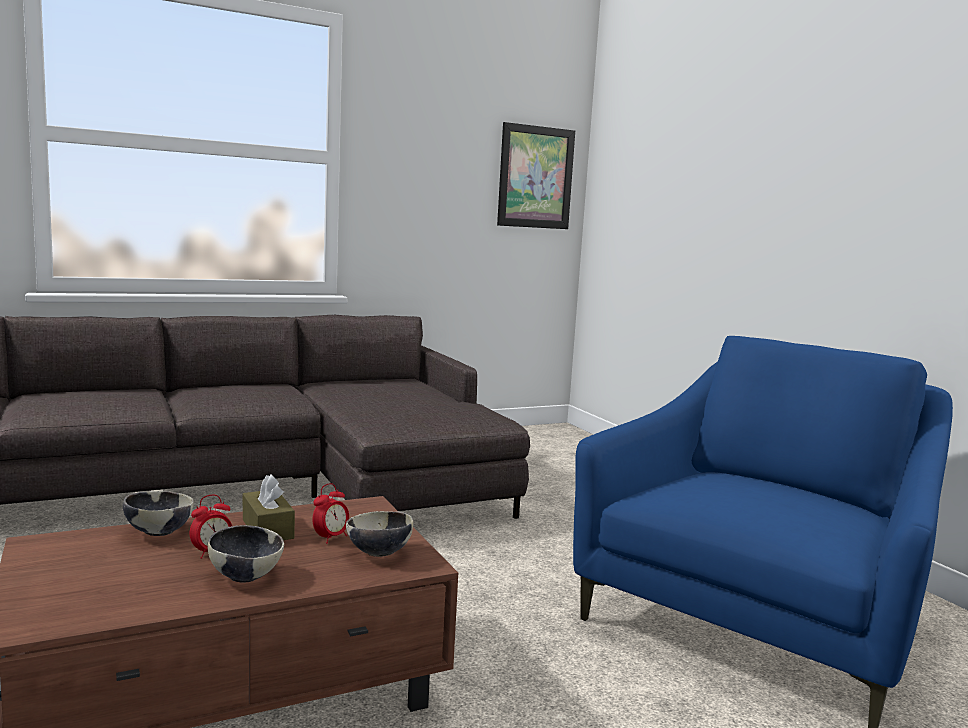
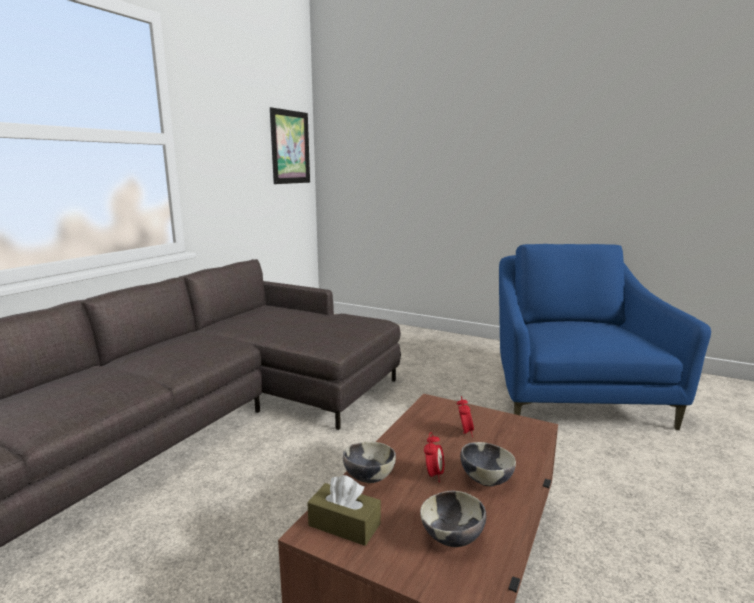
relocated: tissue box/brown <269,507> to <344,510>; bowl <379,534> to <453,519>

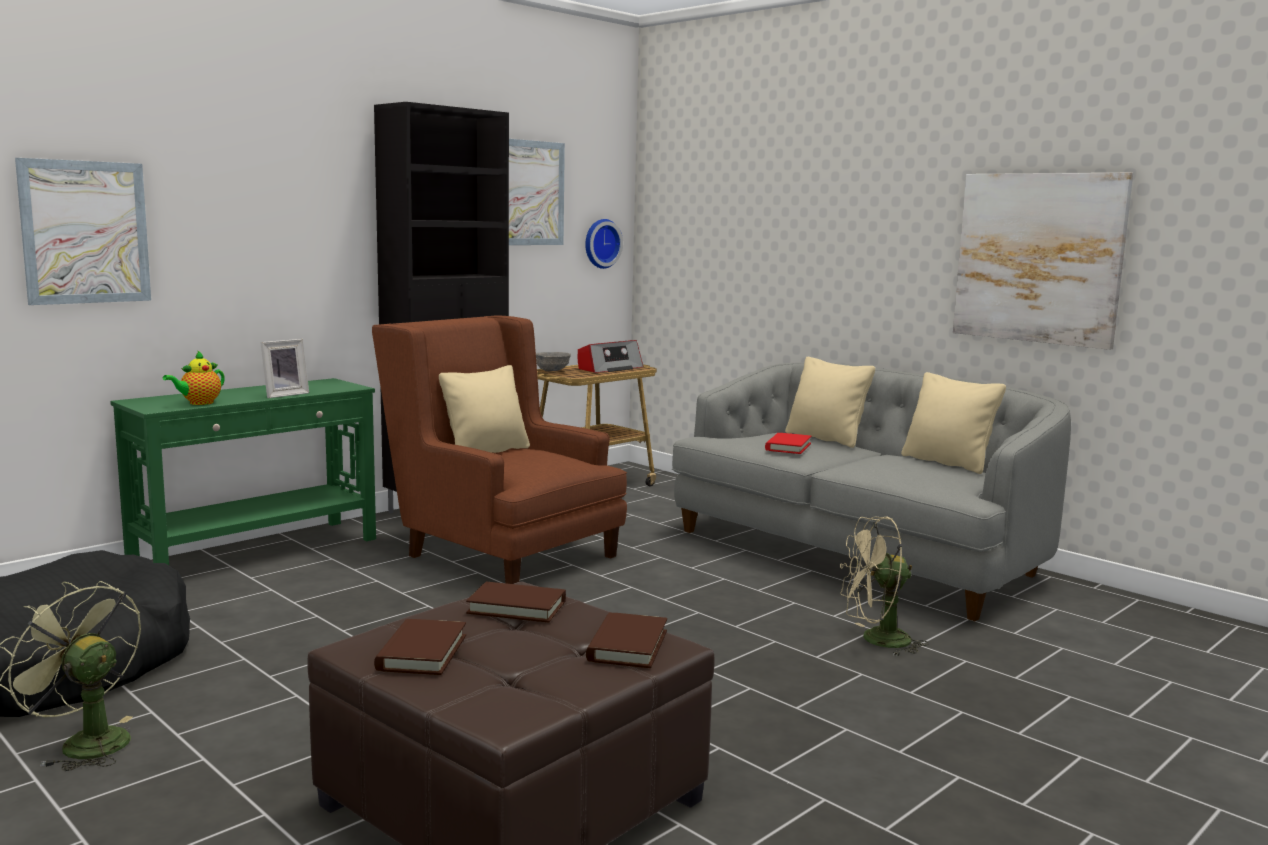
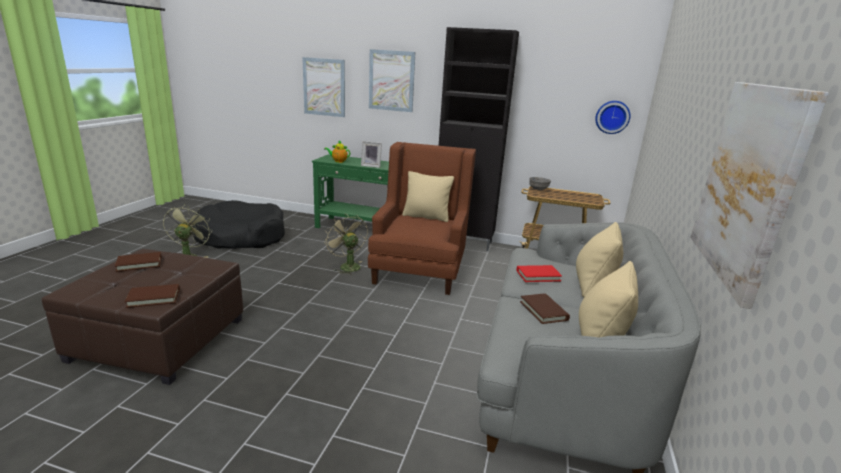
missing: radio <610,356>
relocated: picture <537,192> to <392,80>; fan/beige <884,587> to <346,244>; book/brown <516,602> to <545,308>

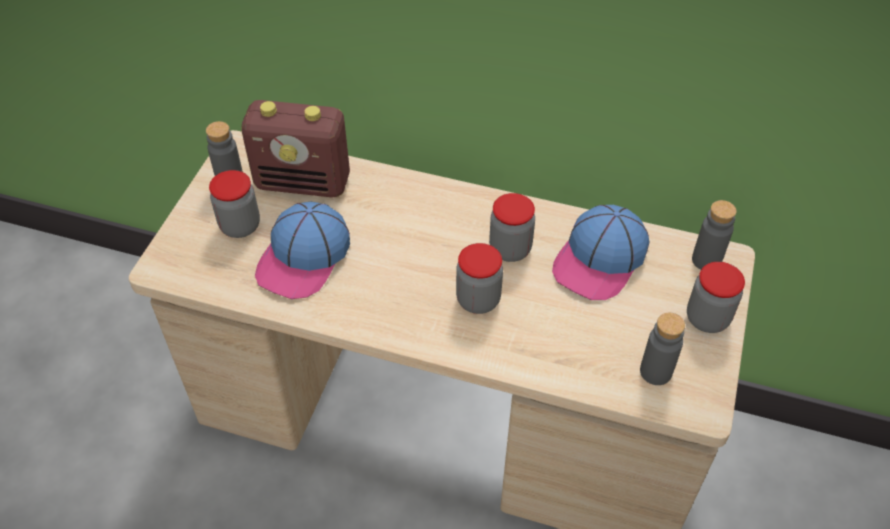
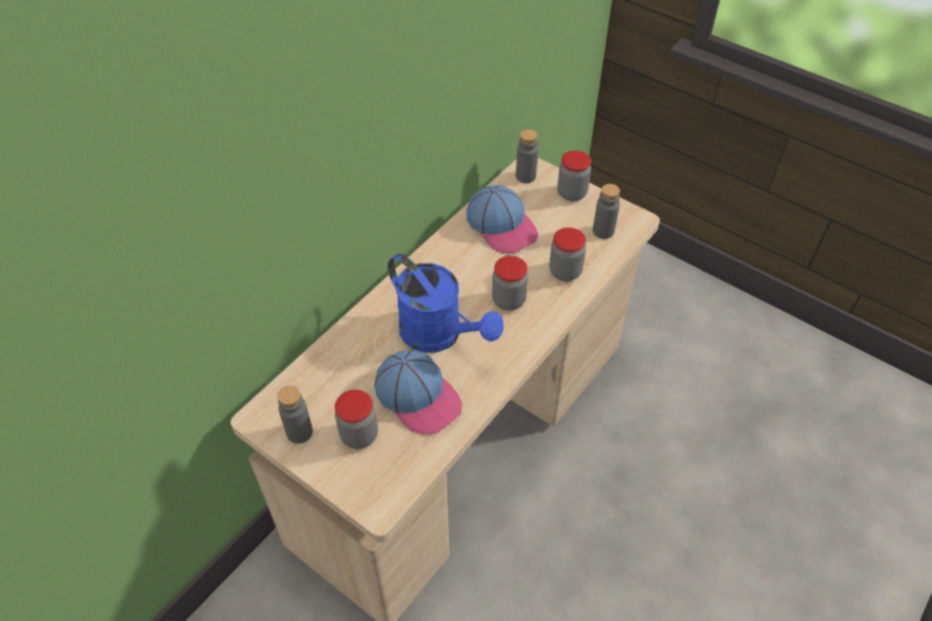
missing: radio <295,148>
appeared: watering can/blue <446,303>
relocated: jar <512,227> to <567,254>

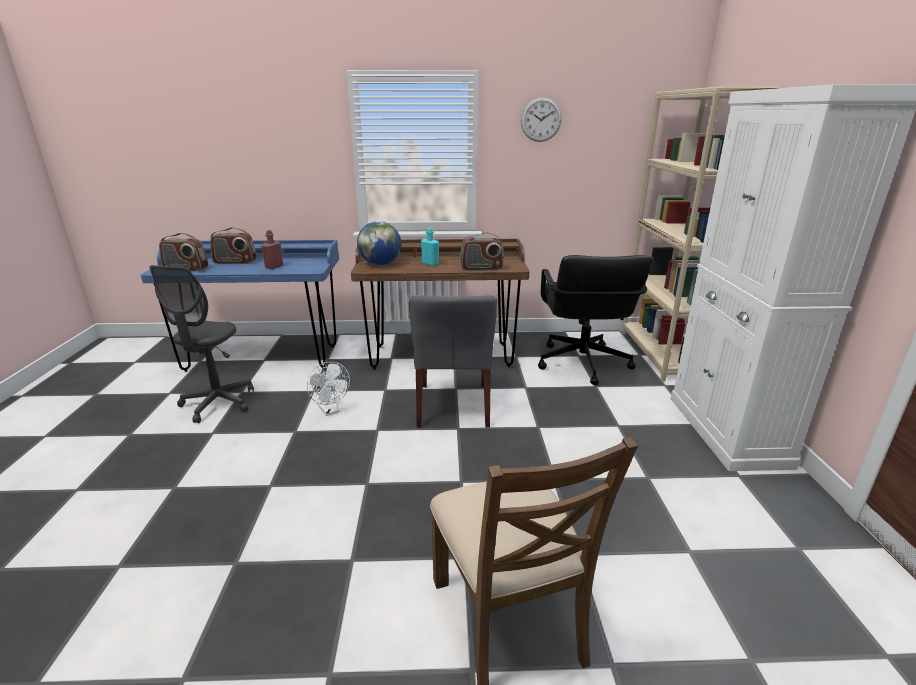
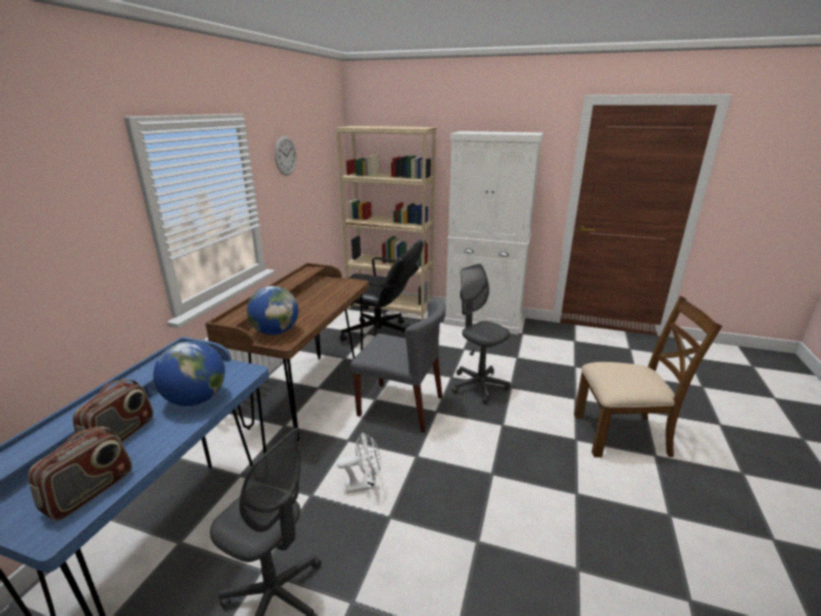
missing: bottle/turquoise <430,247>; radio <482,251>
appeared: office chair/grey <481,334>
exchanged: bottle/red <272,249> to globe <189,373>

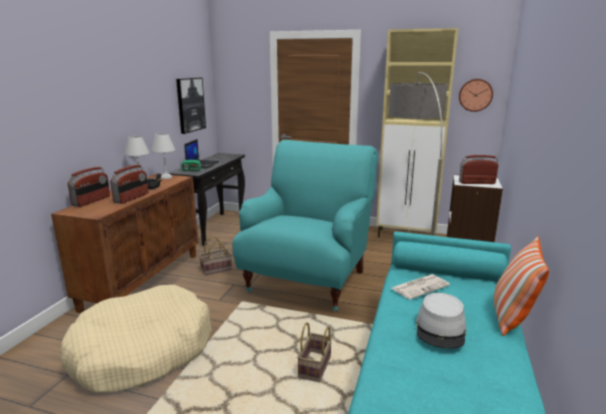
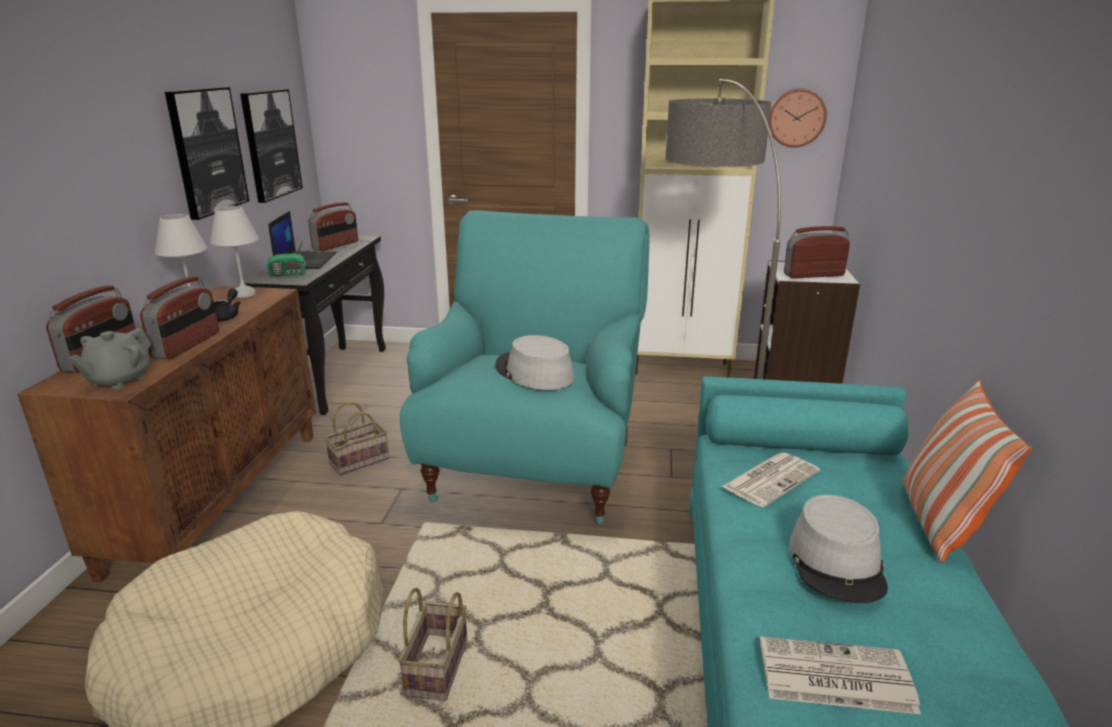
appeared: picture <207,153>; radio <333,226>; teapot/grey <110,358>; hat/grey <534,362>; newspaper <840,675>
relocated: basket <314,352> to <432,644>

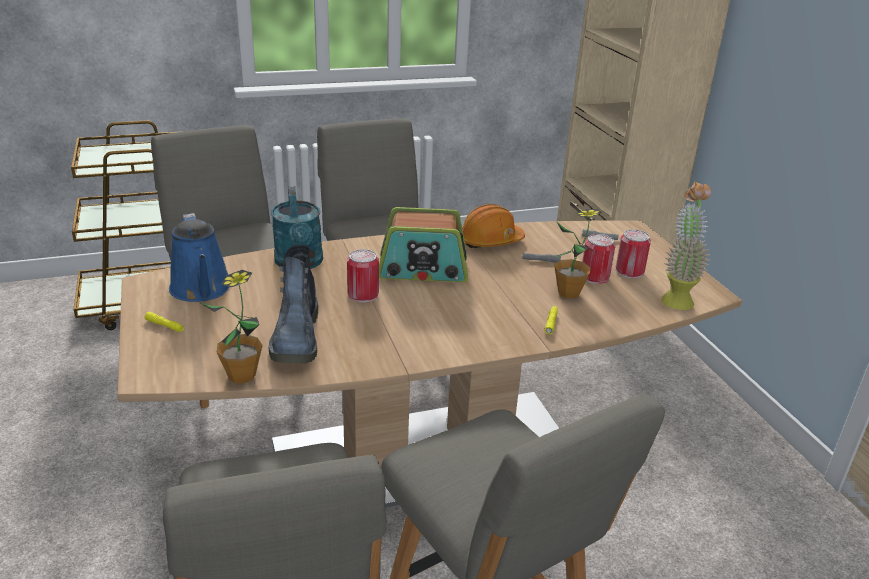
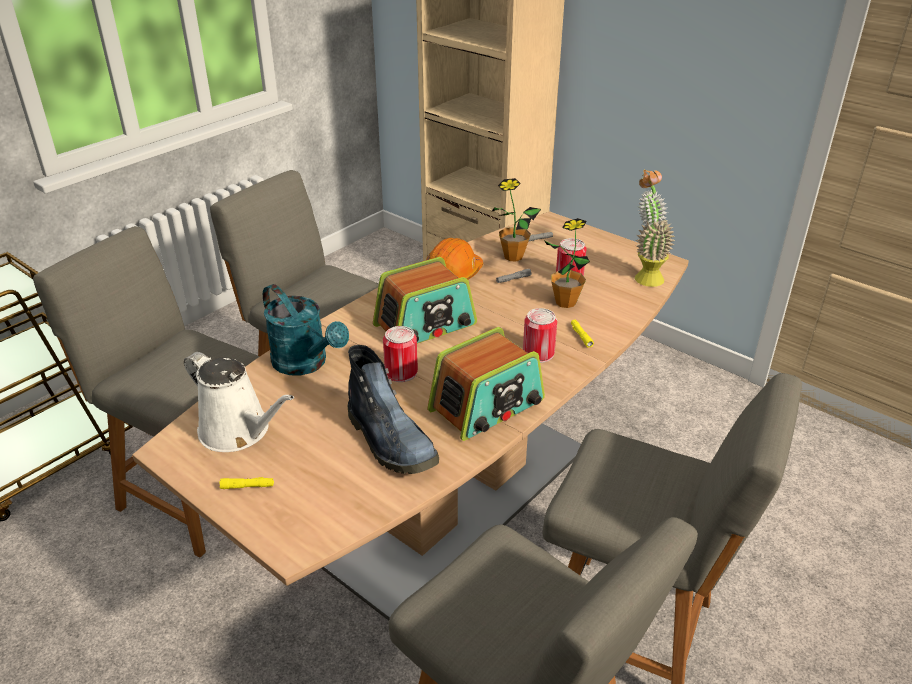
appeared: radio <486,384>
relocated: can <633,253> to <540,335>; potted plant <232,326> to <516,220>
colour: watering can/blue <199,257> to watering can/white <239,402>

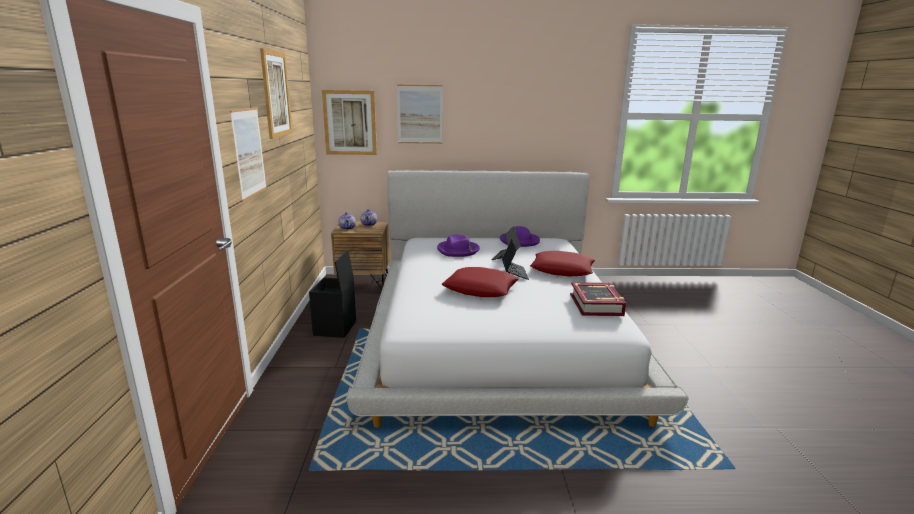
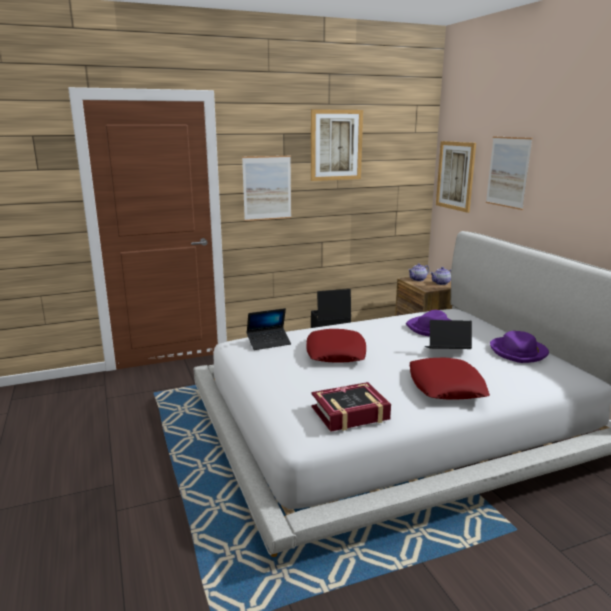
relocated: laptop <515,259> to <269,329>

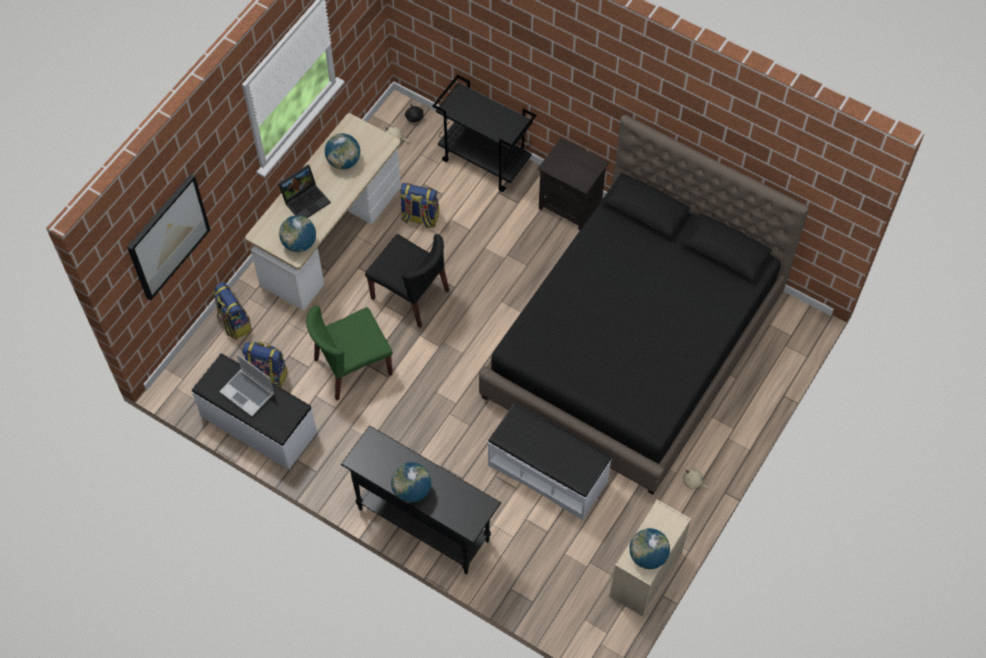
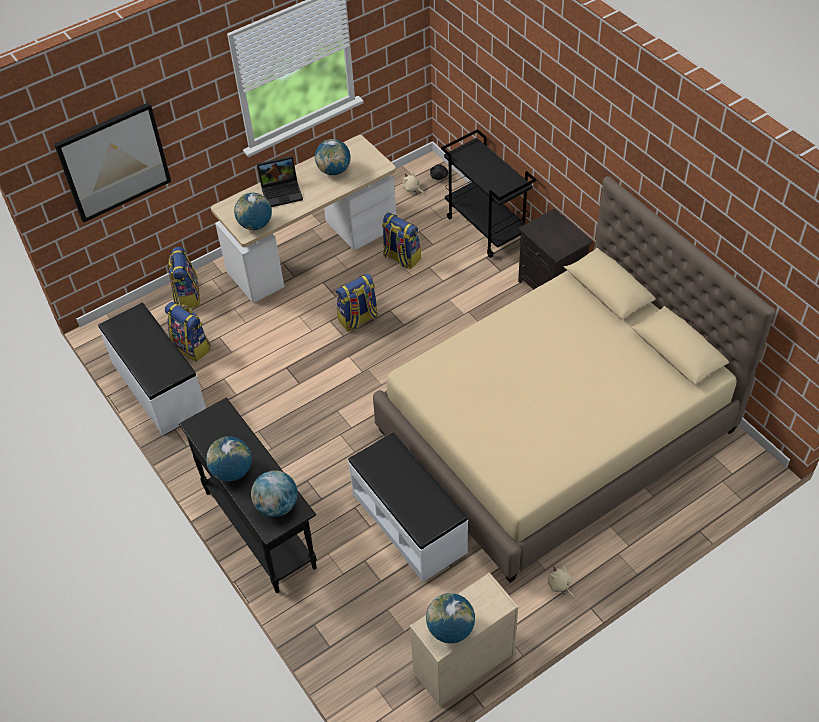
missing: chair/green <349,353>; laptop <246,385>
appeared: globe <274,493>
exchanged: chair/black <407,281> to backpack <357,302>
colour: bed/black <644,305> to bed/beige <574,379>

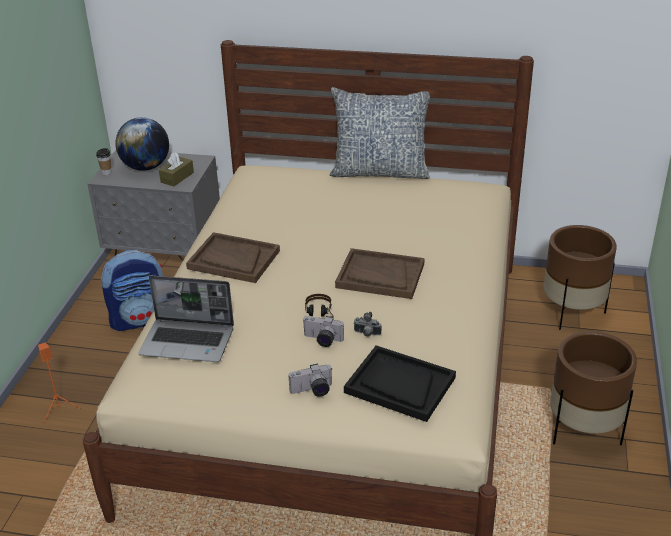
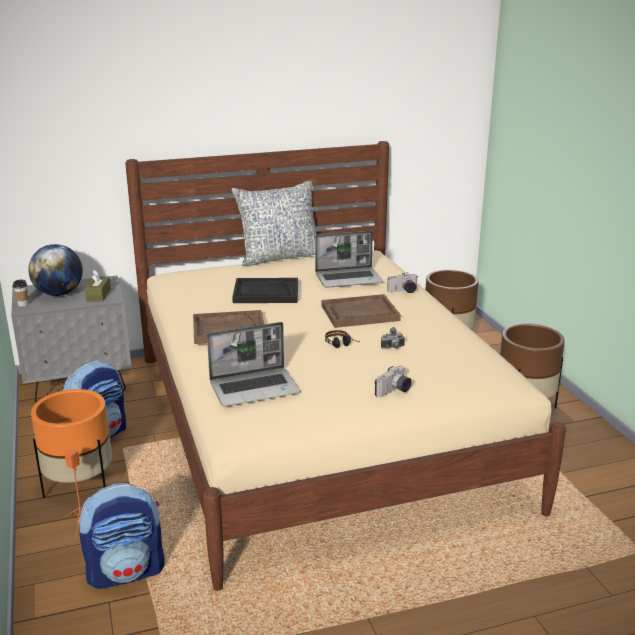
appeared: laptop <349,259>; planter/orange <71,443>; backpack <121,536>
relocated: photo camera <323,331> to <402,283>; tray/black <400,384> to <265,290>

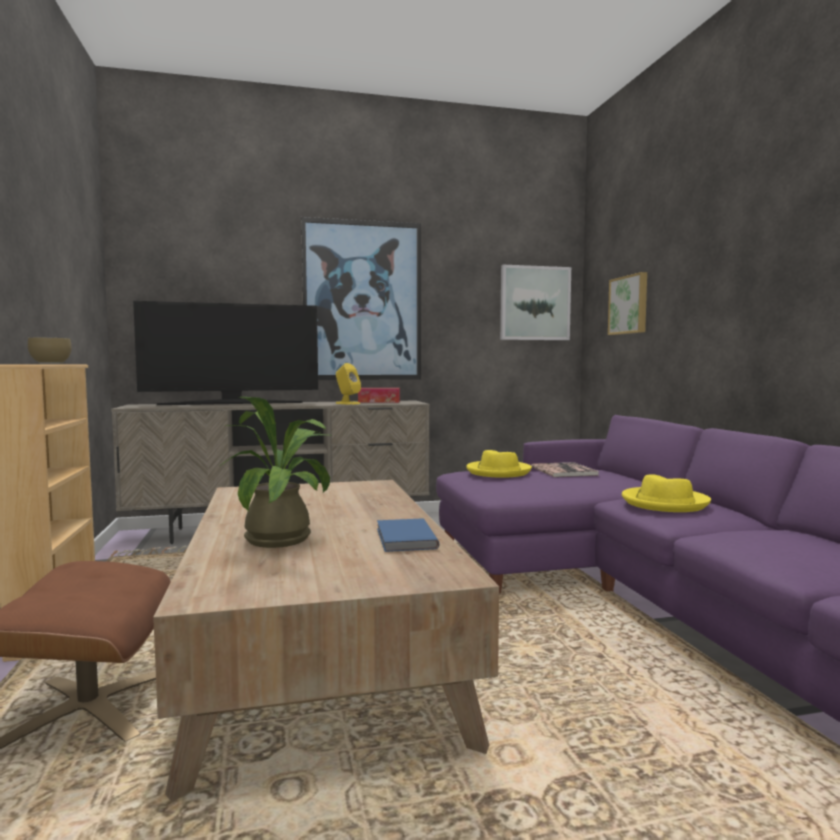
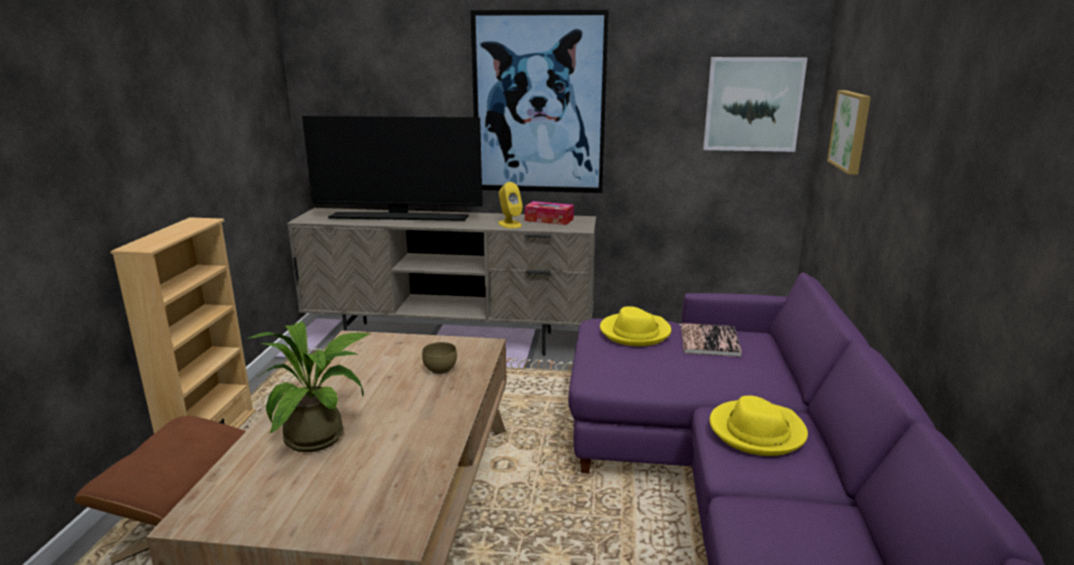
missing: book/blue <408,535>
relocated: bowl/brown <50,351> to <439,358>

